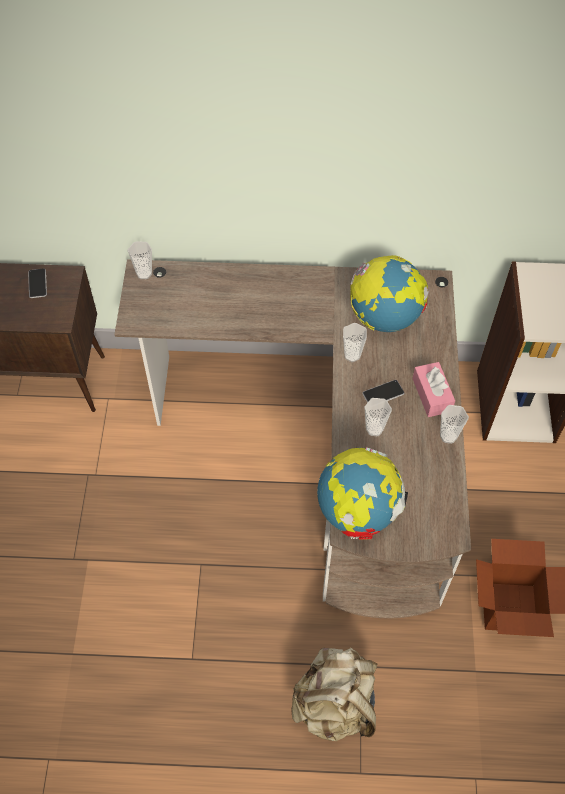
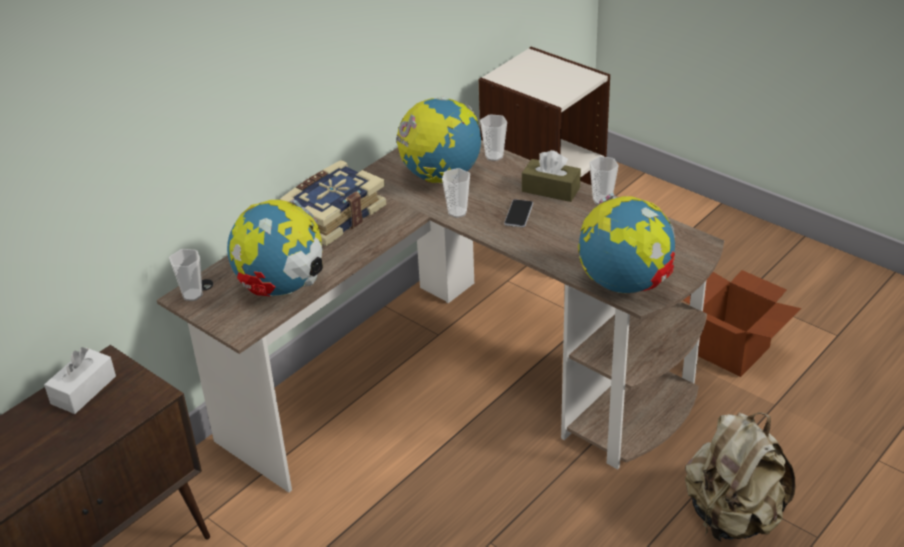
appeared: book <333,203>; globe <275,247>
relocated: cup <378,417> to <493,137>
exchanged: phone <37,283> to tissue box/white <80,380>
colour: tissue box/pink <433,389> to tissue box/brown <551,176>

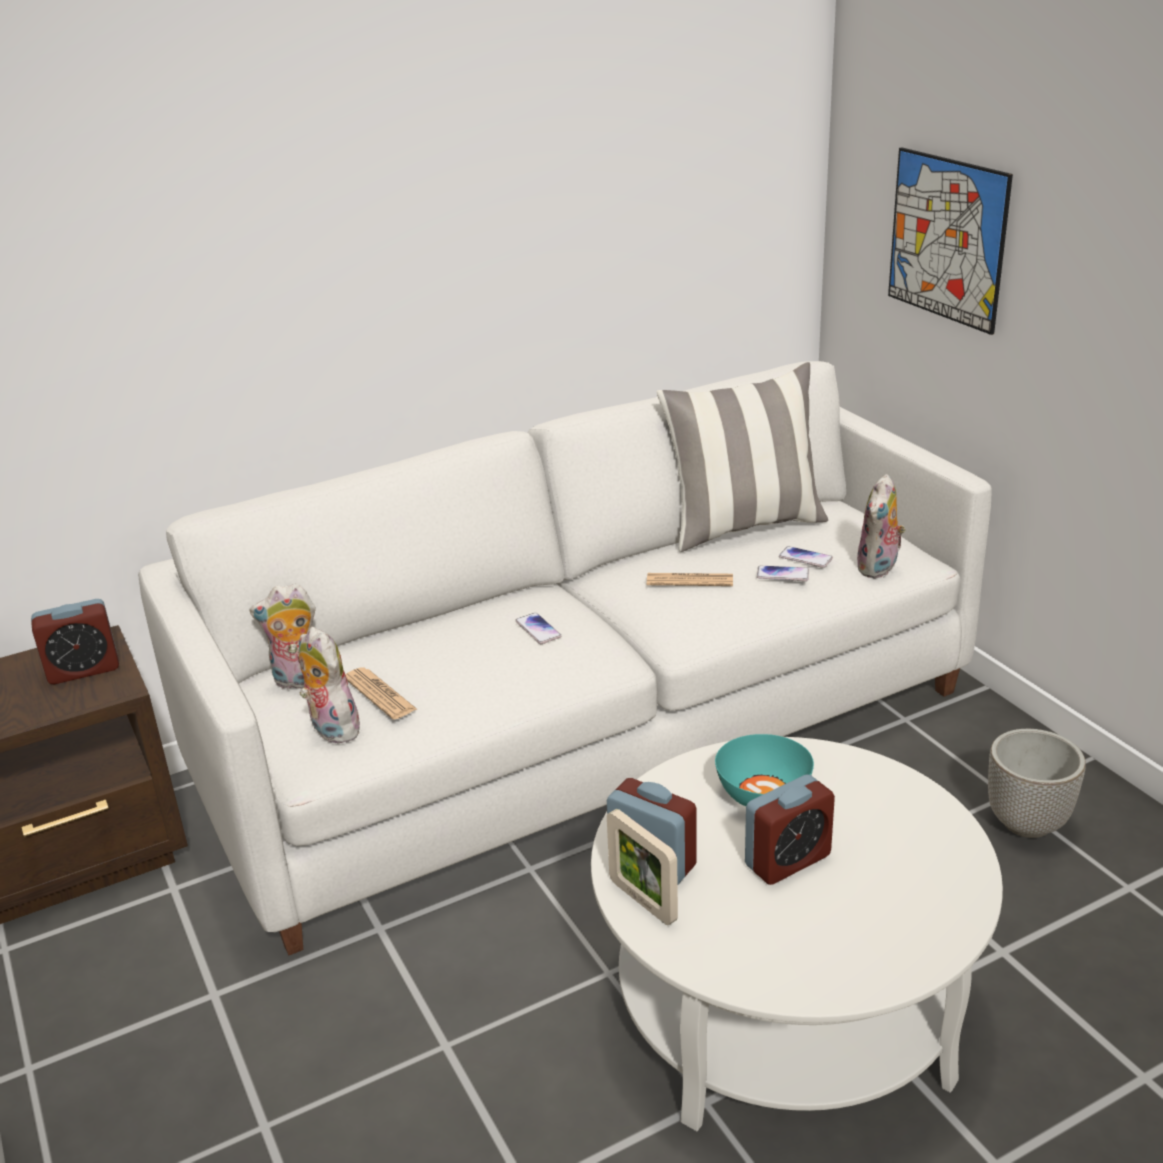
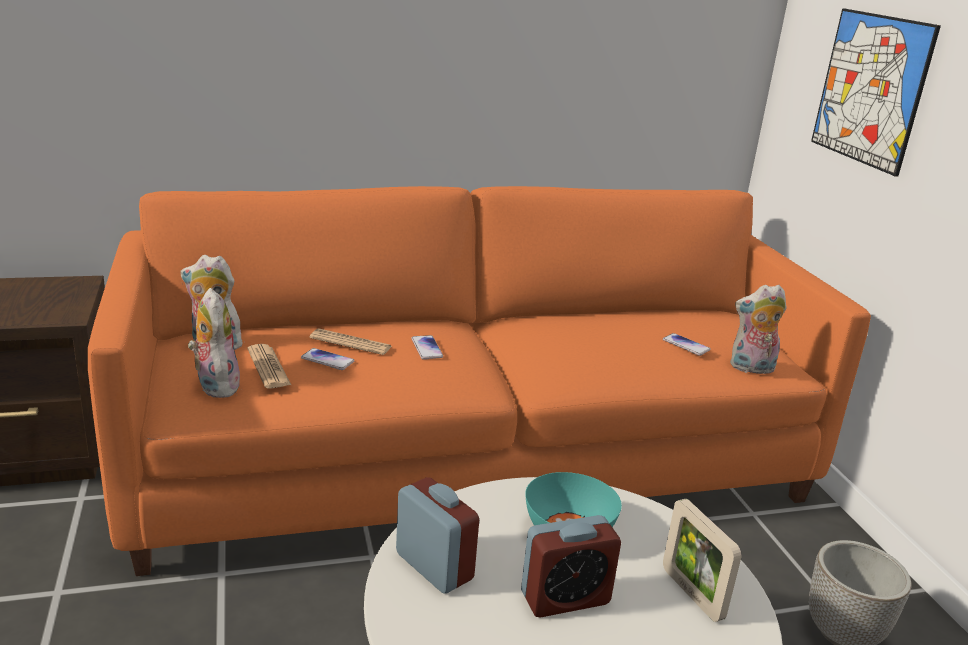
missing: pillow <742,457>; alarm clock <75,641>
relocated: phone <783,573> to <327,359>; newspaper <690,579> to <351,342>; picture frame <642,867> to <702,560>
colour: sofa/white <565,658> to sofa/orange <479,381>
spun: plush toy <881,526> = <758,329> 45 degrees clockwise

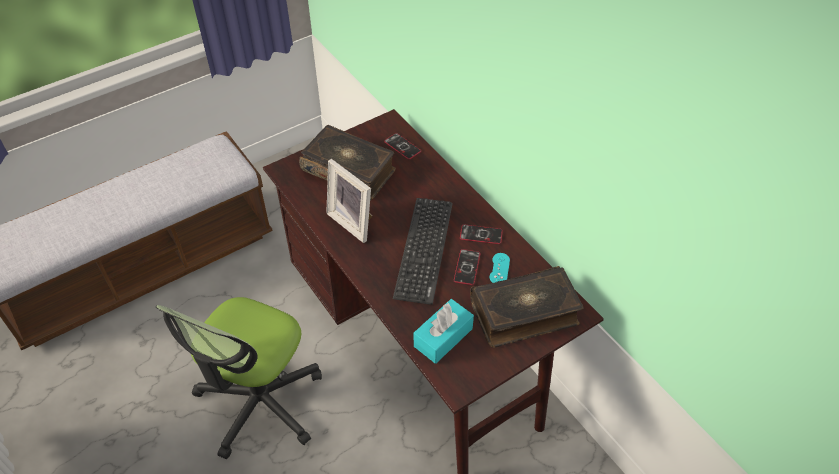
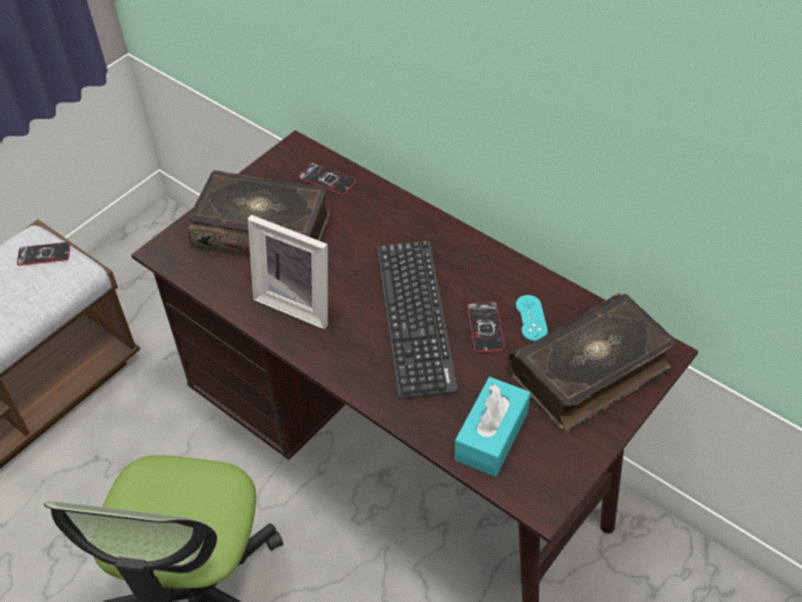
relocated: phone <481,234> to <43,254>

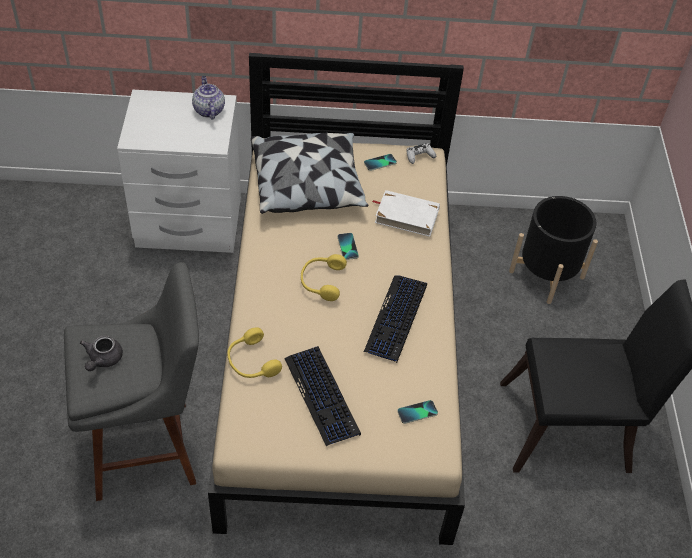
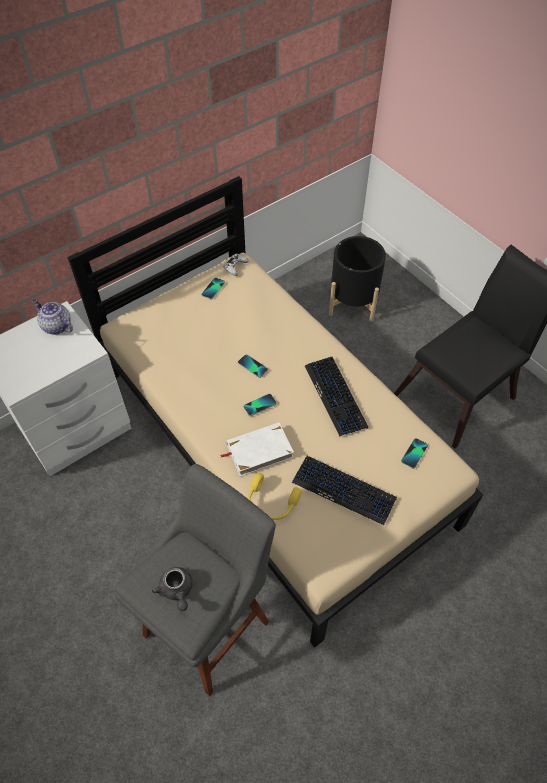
missing: pillow <309,173>
relocated: book/white <406,213> to <257,449>
exchanged: headphones/yellow <324,277> to phone <260,405>

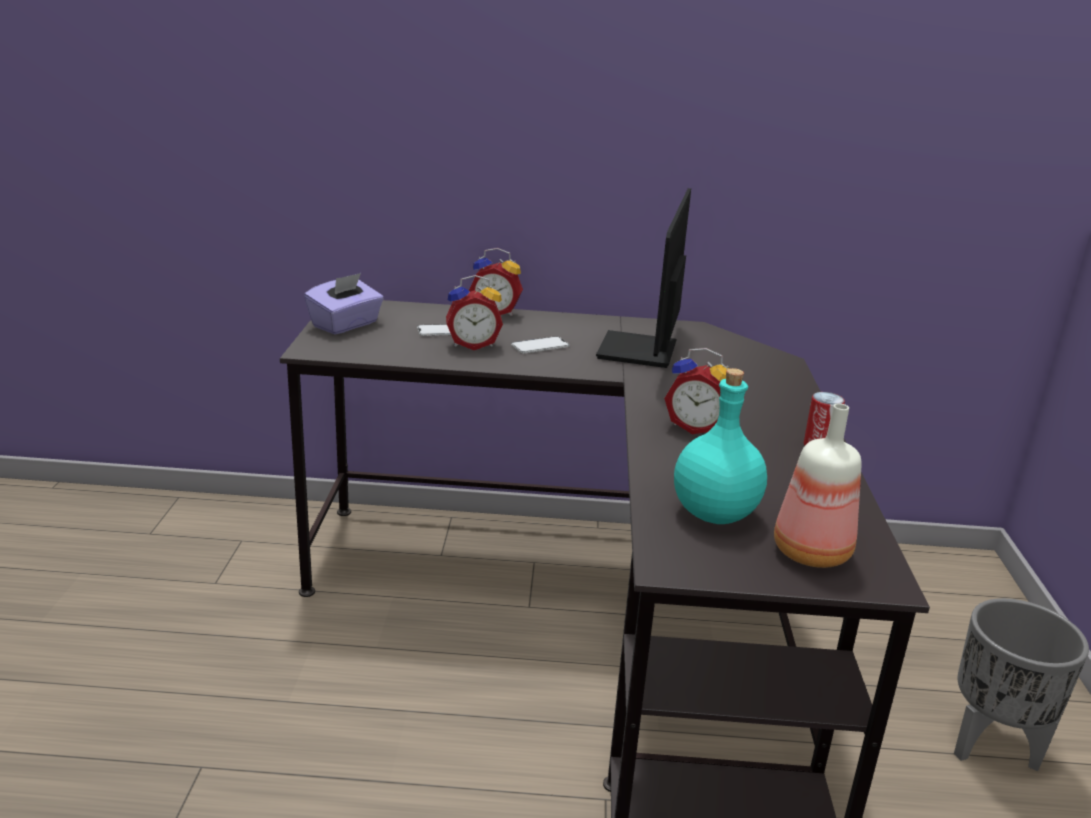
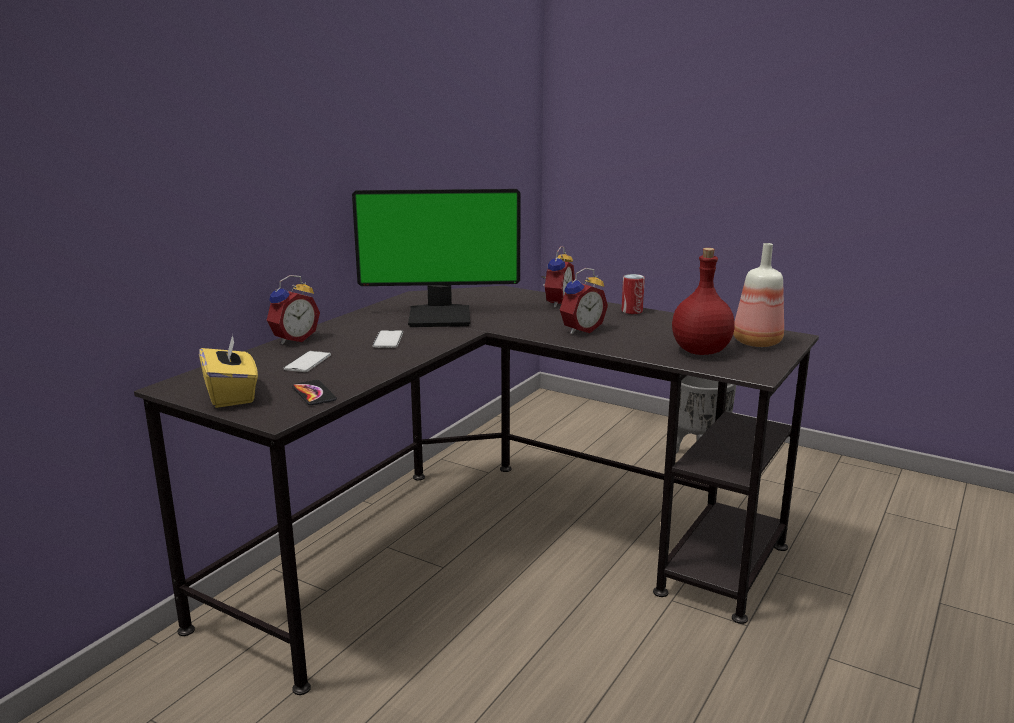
appeared: phone <314,392>
relocated: alarm clock <474,312> to <558,277>
colour: tissue box/purple <344,304> to tissue box/yellow <228,371>; bottle/turquoise <720,446> to bottle/red <703,301>
spun: monitor <643,278> = <436,258> 45 degrees counterclockwise

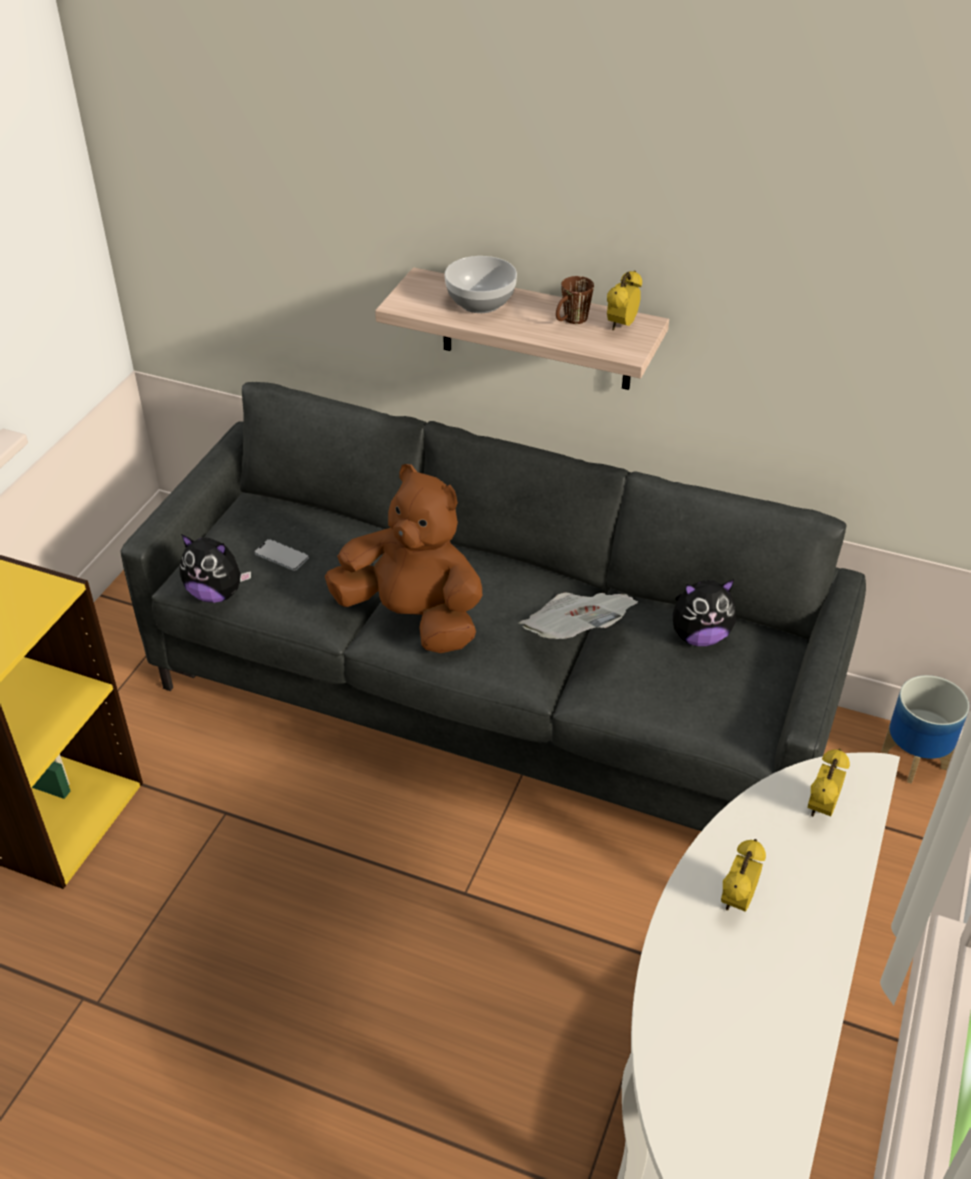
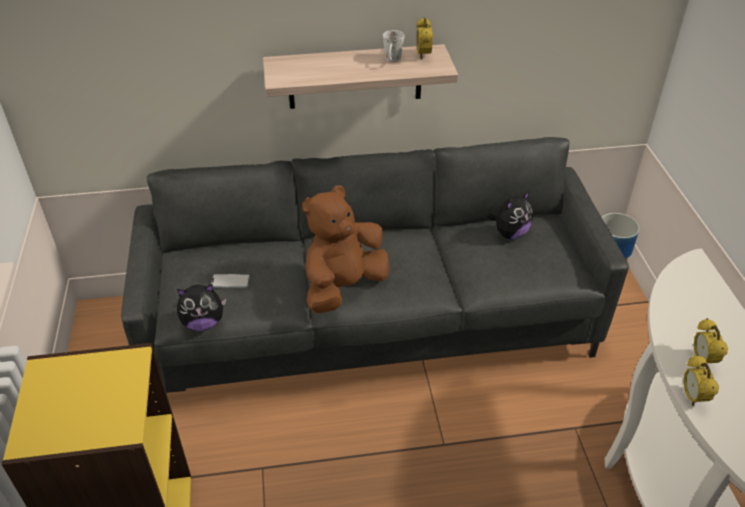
missing: bowl <481,284>; newspaper <578,615>
relocated: alarm clock <829,782> to <701,380>
colour: mug/brown <575,300> to mug/white <394,46>
spun: plush toy/brown <403,558> = <346,249> 45 degrees counterclockwise

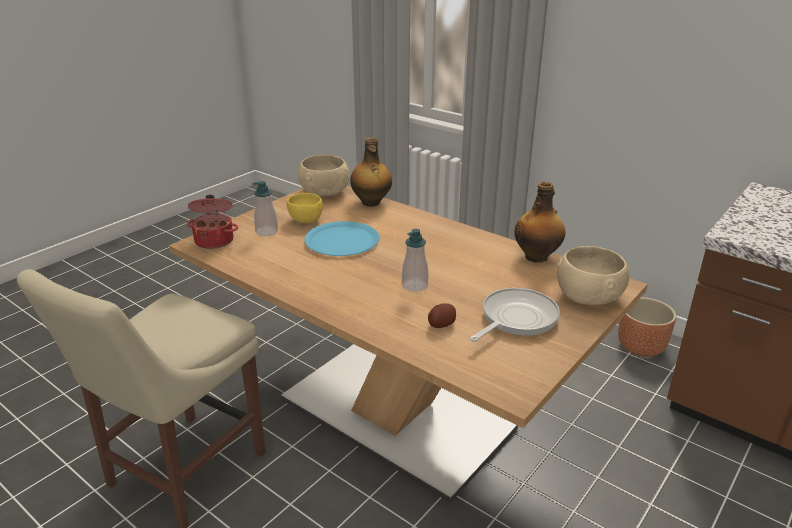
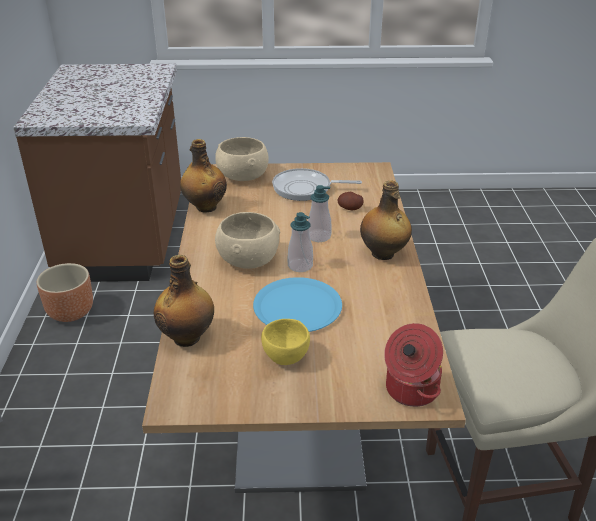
appeared: bottle <386,220>
relocated: bowl/beige <324,175> to <247,240>; soap dispenser <265,208> to <300,242>

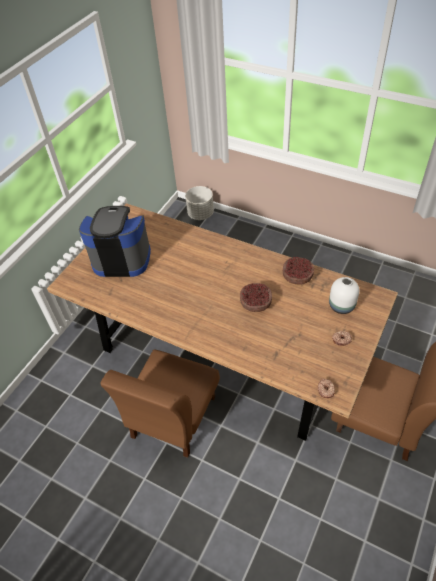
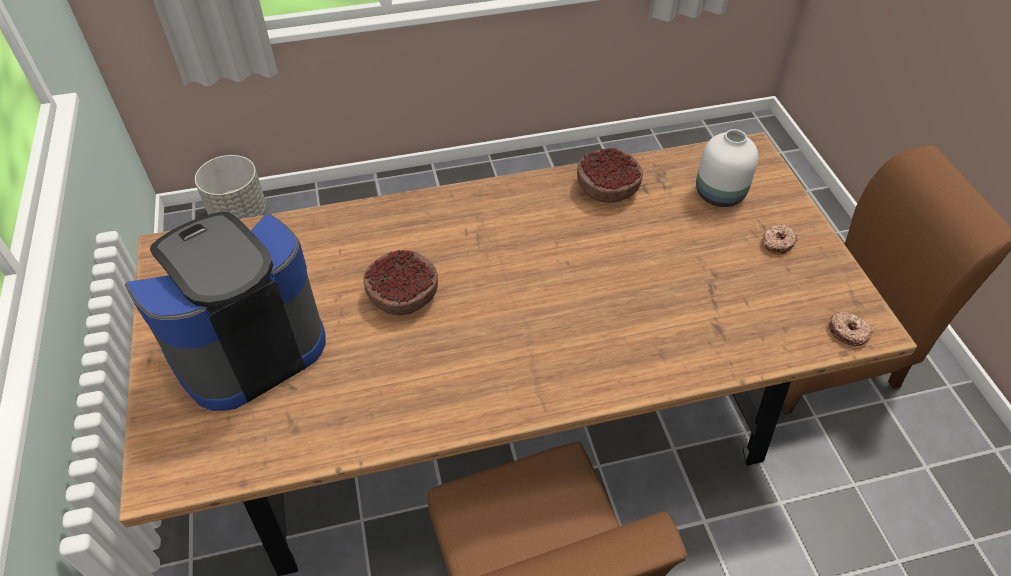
relocated: bowl <256,297> to <400,282>

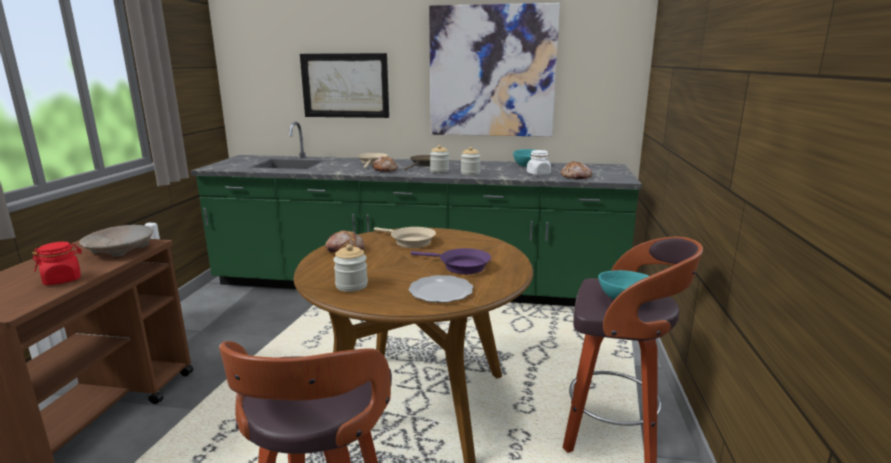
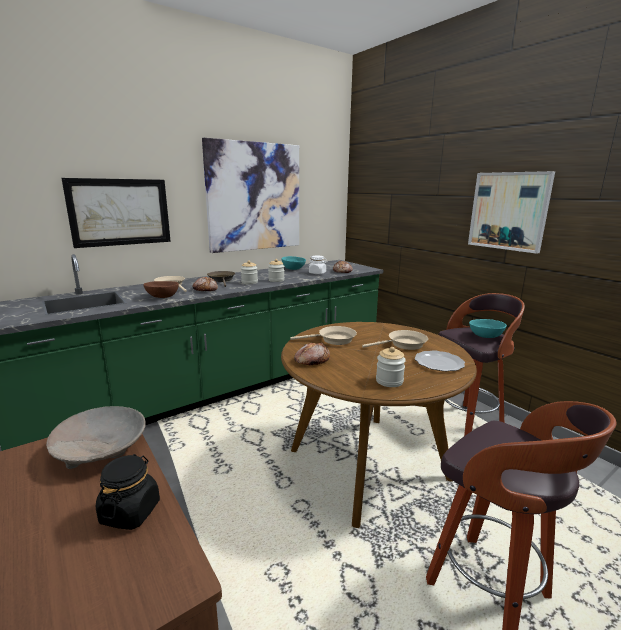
appeared: picture <511,212>; bowl/brown <161,289>
colour: jar/red <57,263> to jar/black <128,492>; frying pan/purple <451,261> to frying pan/beige <395,340>

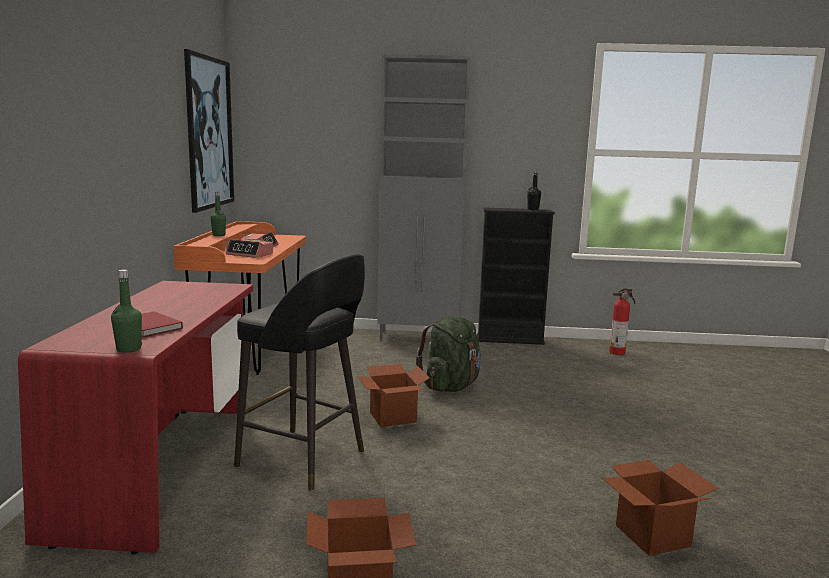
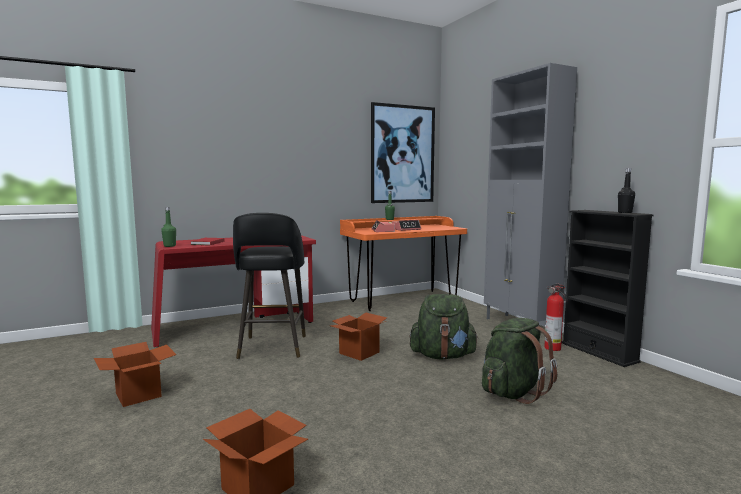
appeared: backpack/green <519,361>
relocated: fire extinguisher <622,321> to <556,317>

